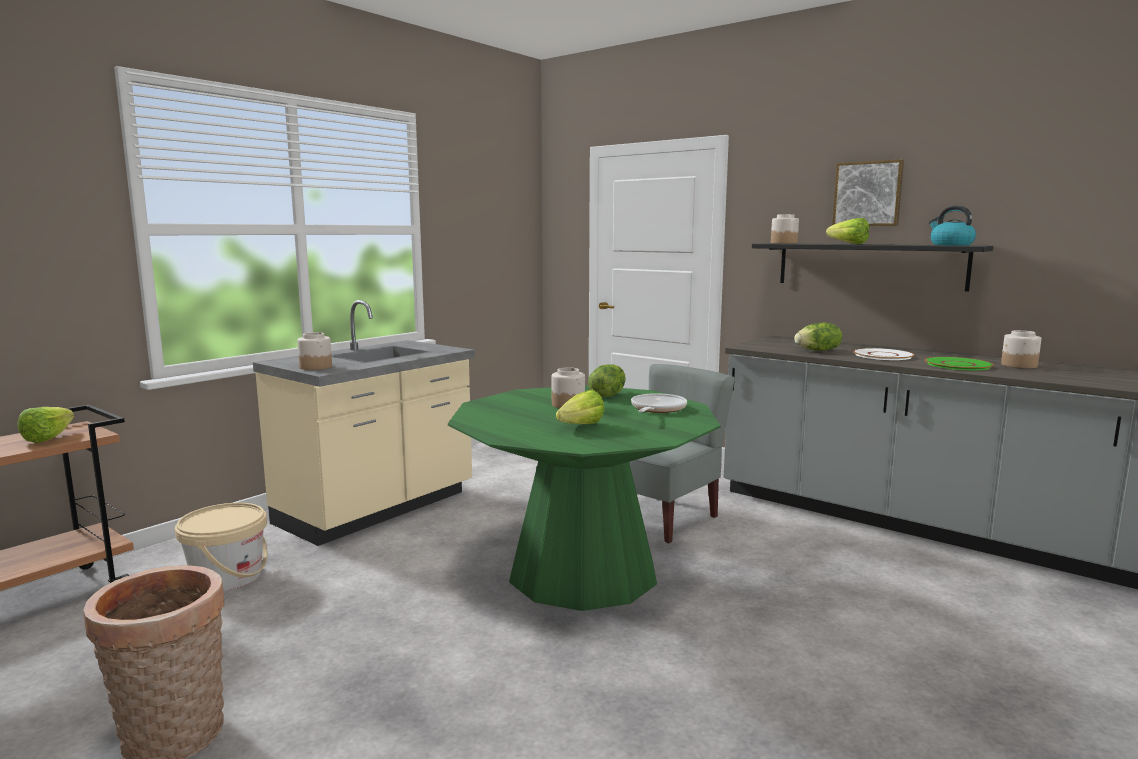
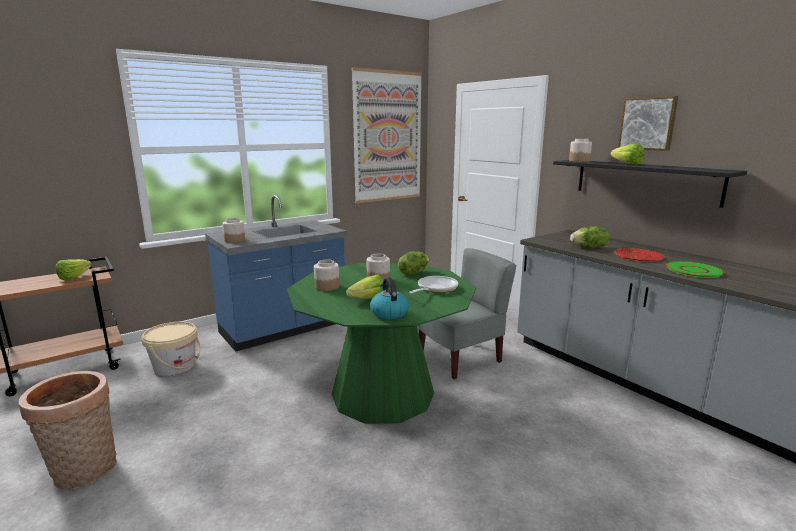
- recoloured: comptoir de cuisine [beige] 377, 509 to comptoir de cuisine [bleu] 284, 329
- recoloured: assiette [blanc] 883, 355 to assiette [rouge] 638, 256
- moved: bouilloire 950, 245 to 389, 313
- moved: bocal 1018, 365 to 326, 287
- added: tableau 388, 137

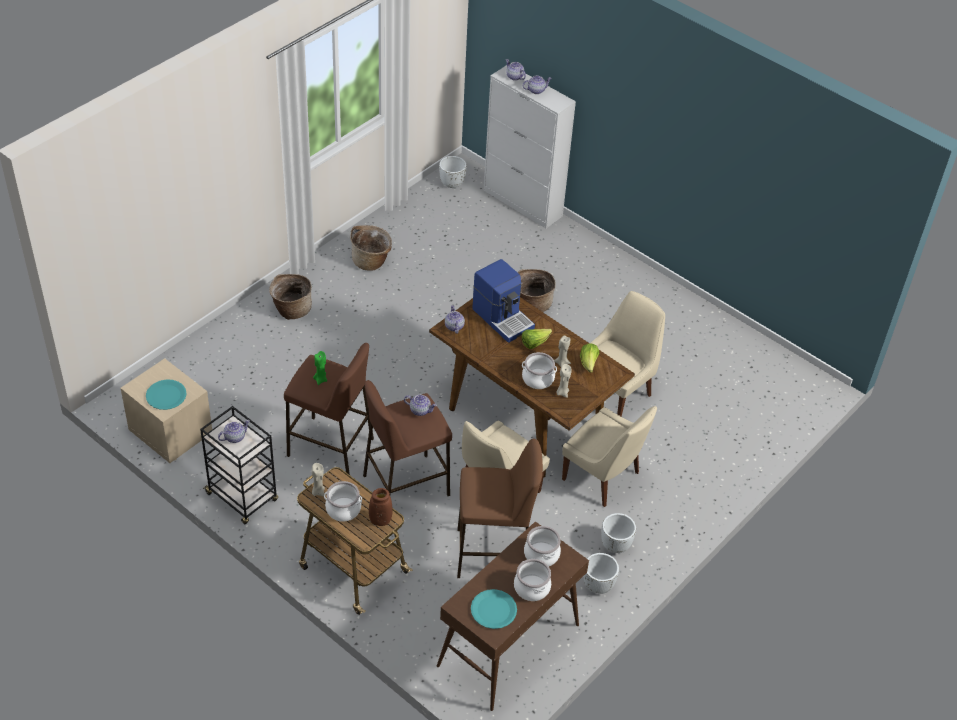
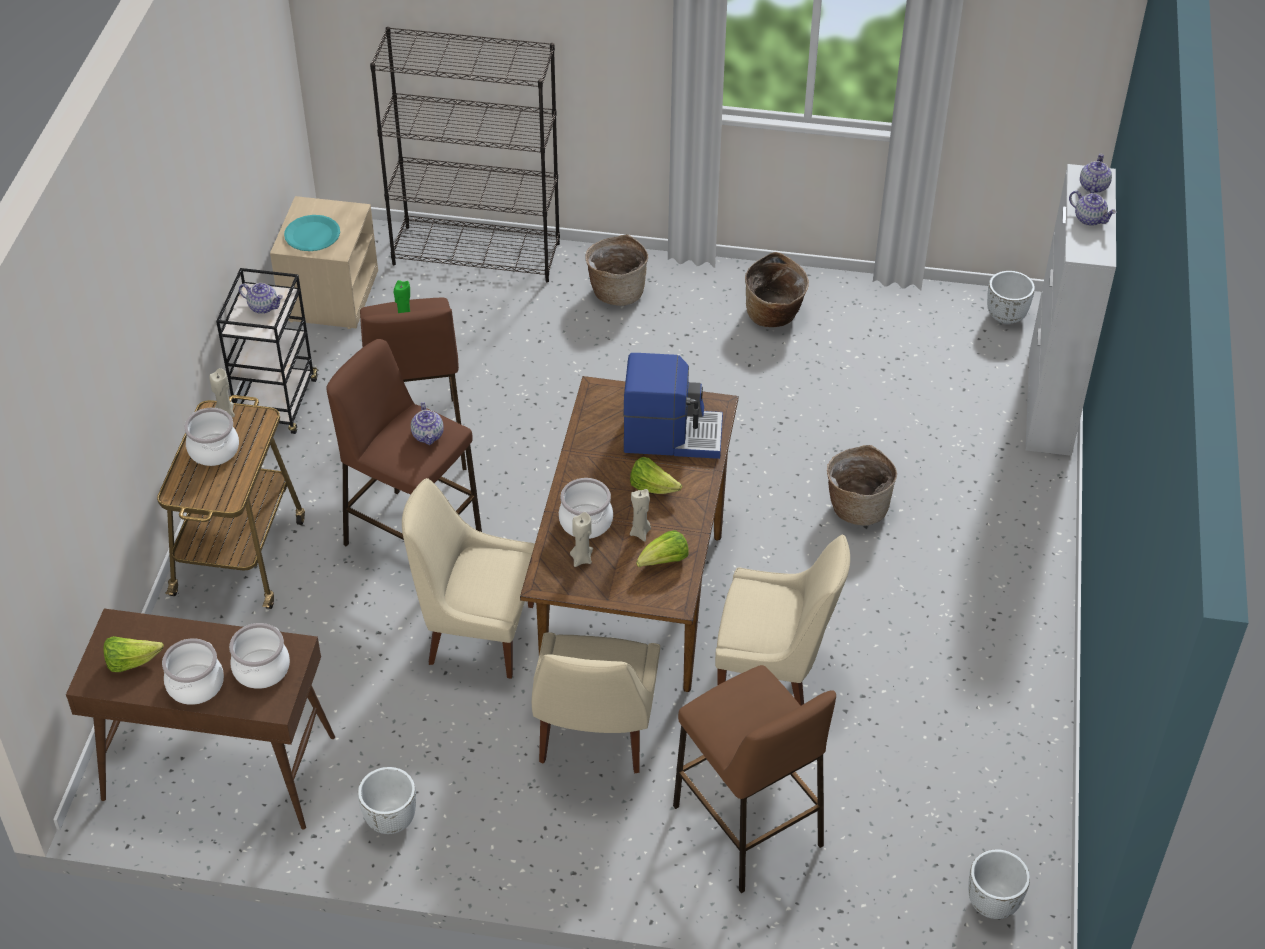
- removed: vase [marron] 380, 520
- removed: théière 454, 326
- moved: tabouret [marron] 494, 554 to 748, 826
- replaced: assiette [turquoise] 493, 610 to laitue 131, 662
- turned: machine à café 503, 318 = 672, 435 105 degrees counterclockwise
- moved: cache-pot [blanc] 616, 545 to 993, 904
- added: bibliothèque [noir] 477, 253

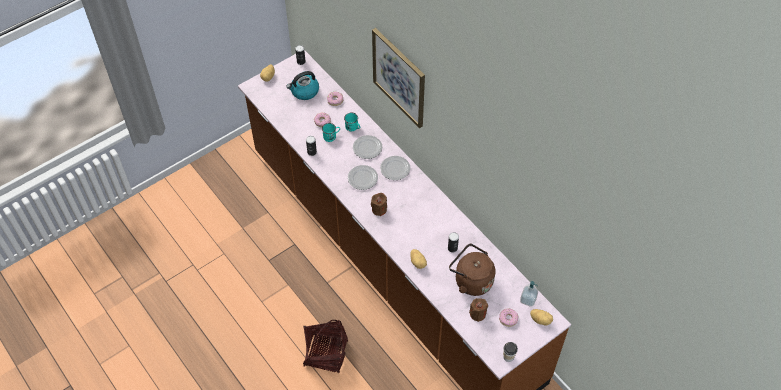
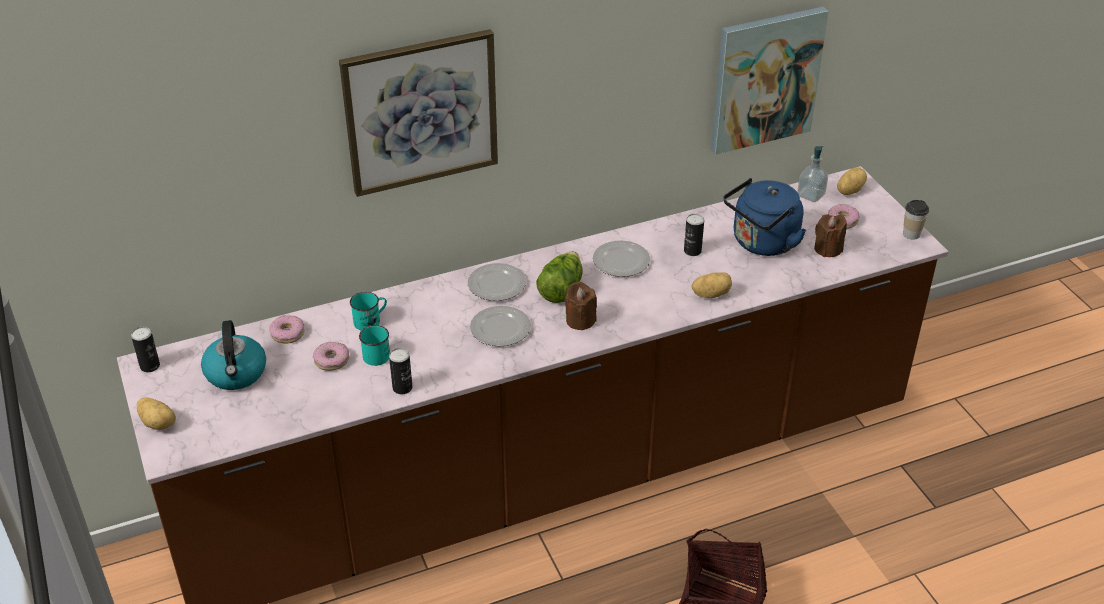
- moved: assiette 367, 148 to 621, 262
- recoloured: bouilloire [marron] 471, 280 to bouilloire [bleu] 762, 243
- added: laitue 561, 289
- added: tableau 765, 79

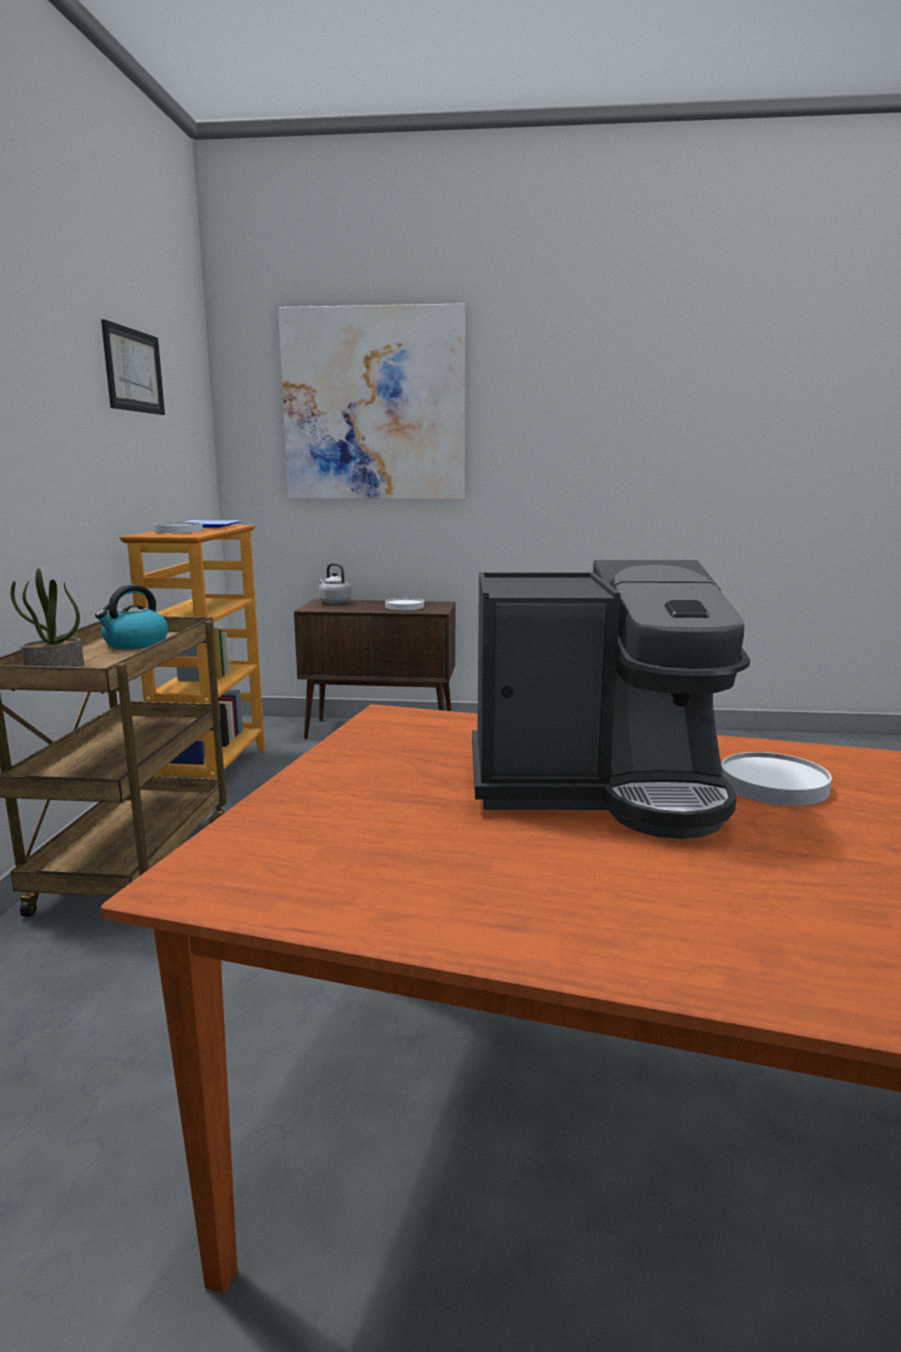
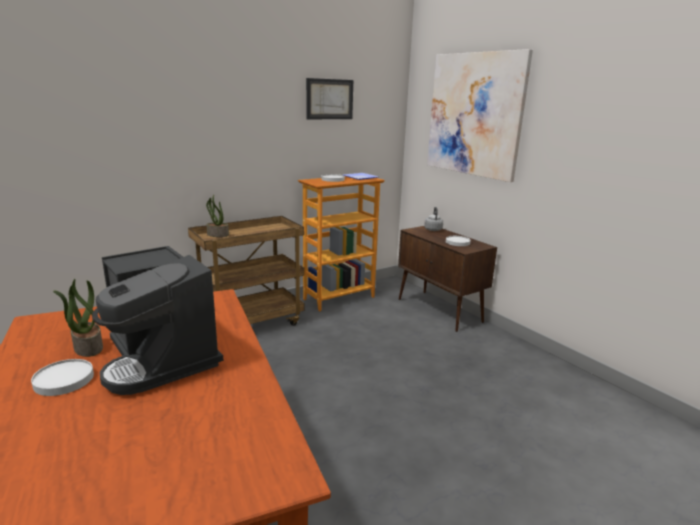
- removed: bouilloire 135, 644
- moved: assiette [blanc] 774, 785 to 63, 380
- added: plante en pot 87, 347

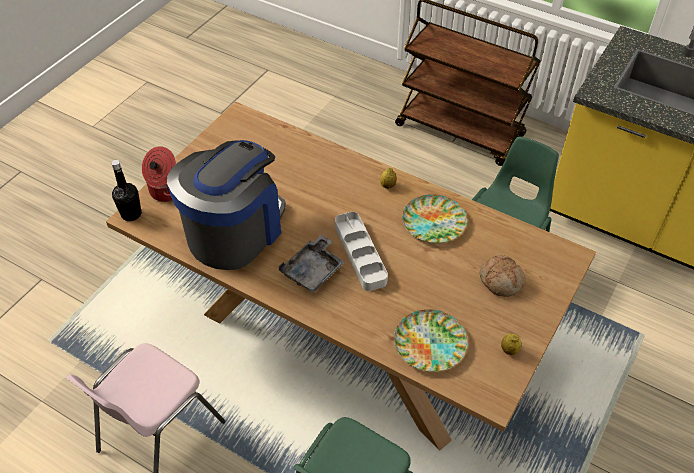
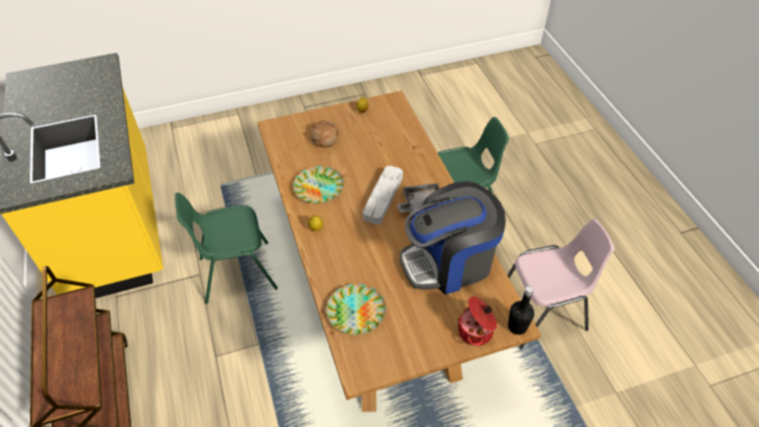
- moved: assiette 430, 343 to 355, 311

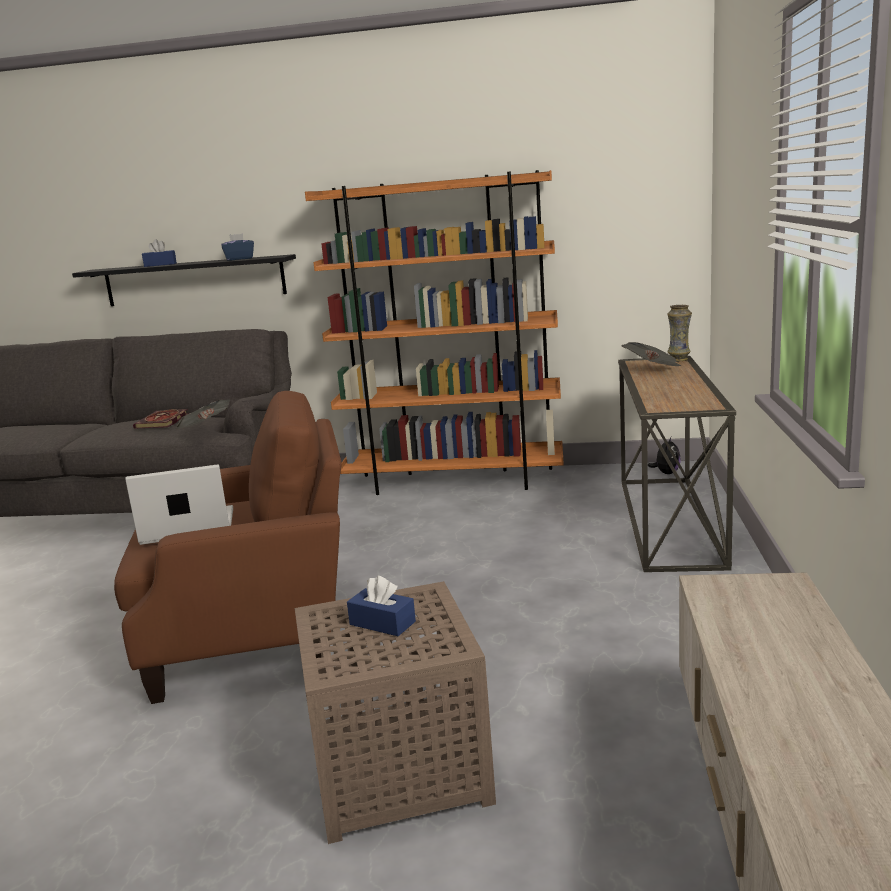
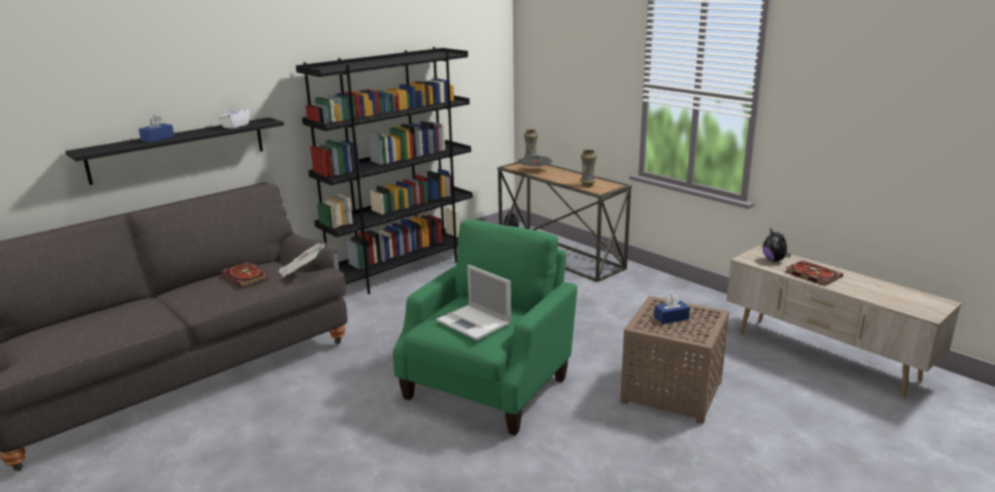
- recoloured: fauteuil [marron] 254, 636 to fauteuil [vert] 488, 386
- turned: ordinateur portable 186, 527 = 474, 322 75 degrees counterclockwise
- recoloured: boîte à mouchoirs [bleu] 239, 259 to boîte à mouchoirs [blanc] 235, 126
- recoloured: bibliothèque [orange] 455, 481 to bibliothèque [noir] 402, 271
- added: vase 588, 186
- added: peluche 774, 260
- added: livre 811, 274

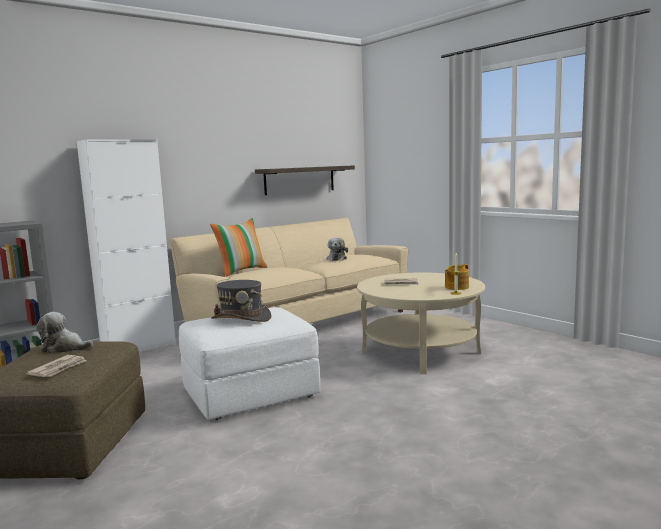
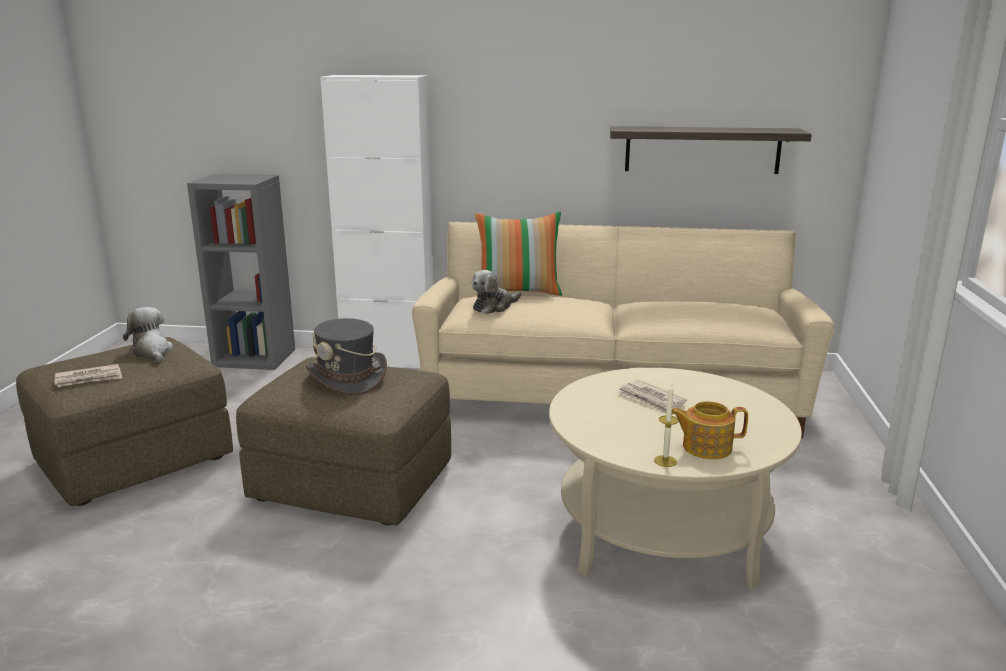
- recoloured: pouf [blanc] 251, 393 to pouf [marron] 353, 482
- moved: peluche 337, 258 to 494, 307

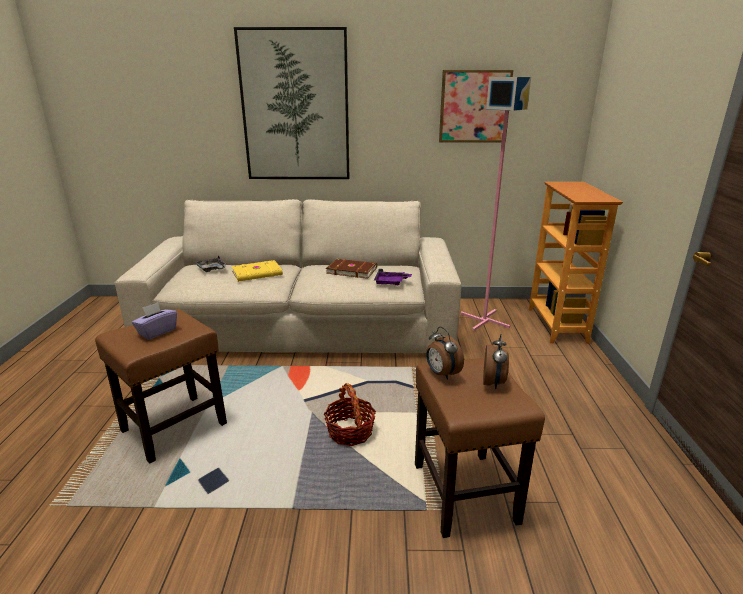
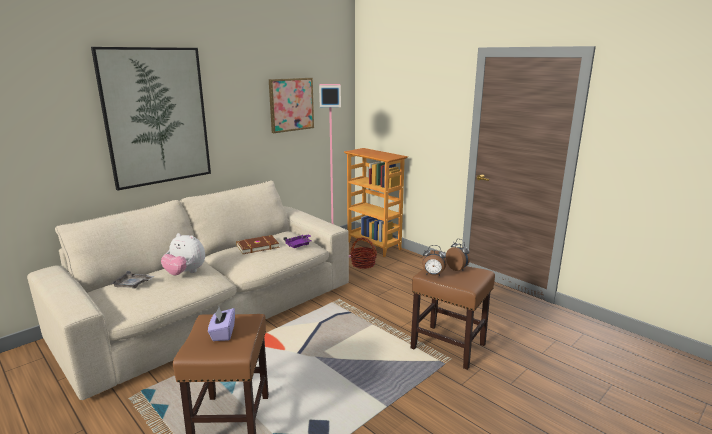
- replaced: livre [jaune] 257, 273 to peluche 185, 273
- moved: panier 350, 432 to 363, 264

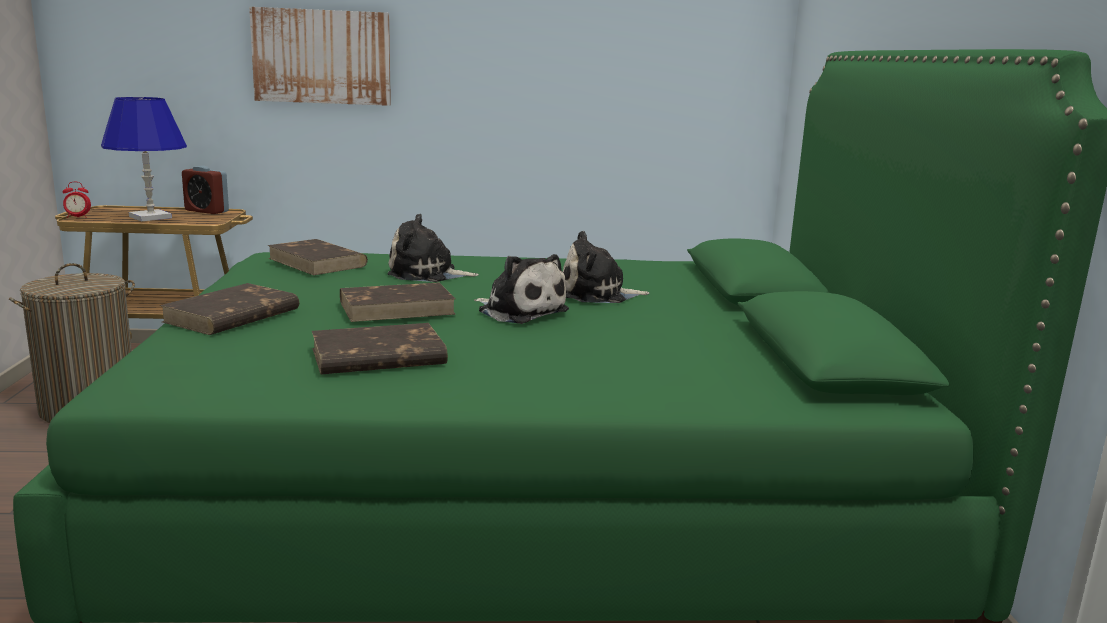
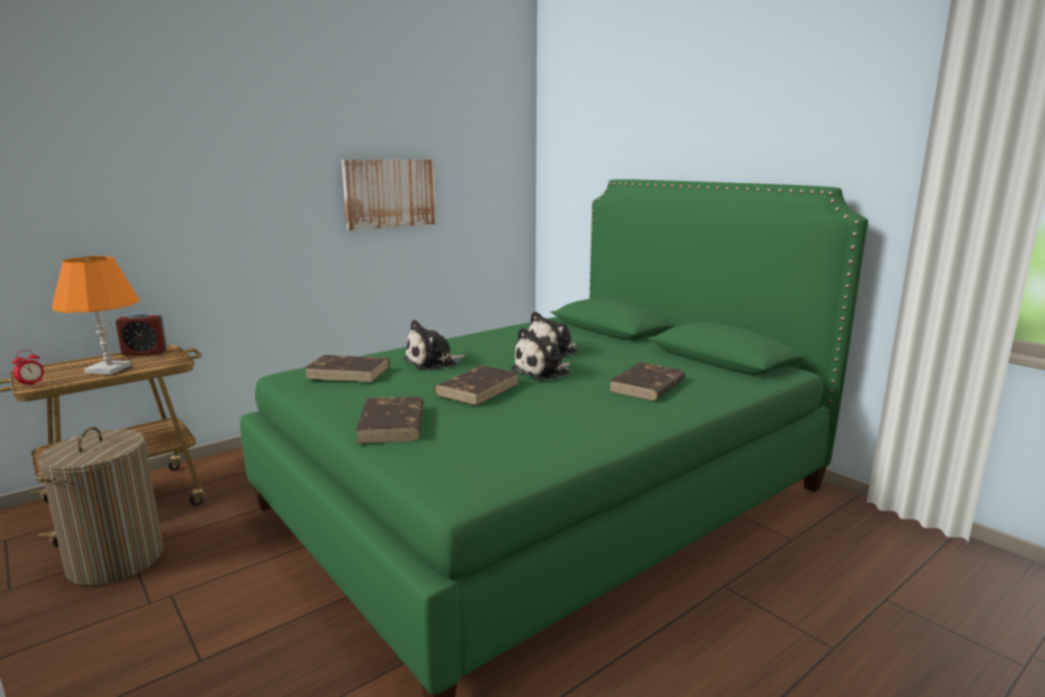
- recoloured: lampe de table [bleu] 150, 217 to lampe de table [orange] 109, 369
- moved: tableau 322, 57 to 390, 193
- moved: livre [marron] 377, 357 to 647, 386
- turned: peluche 520, 311 = 543, 372 135 degrees clockwise

